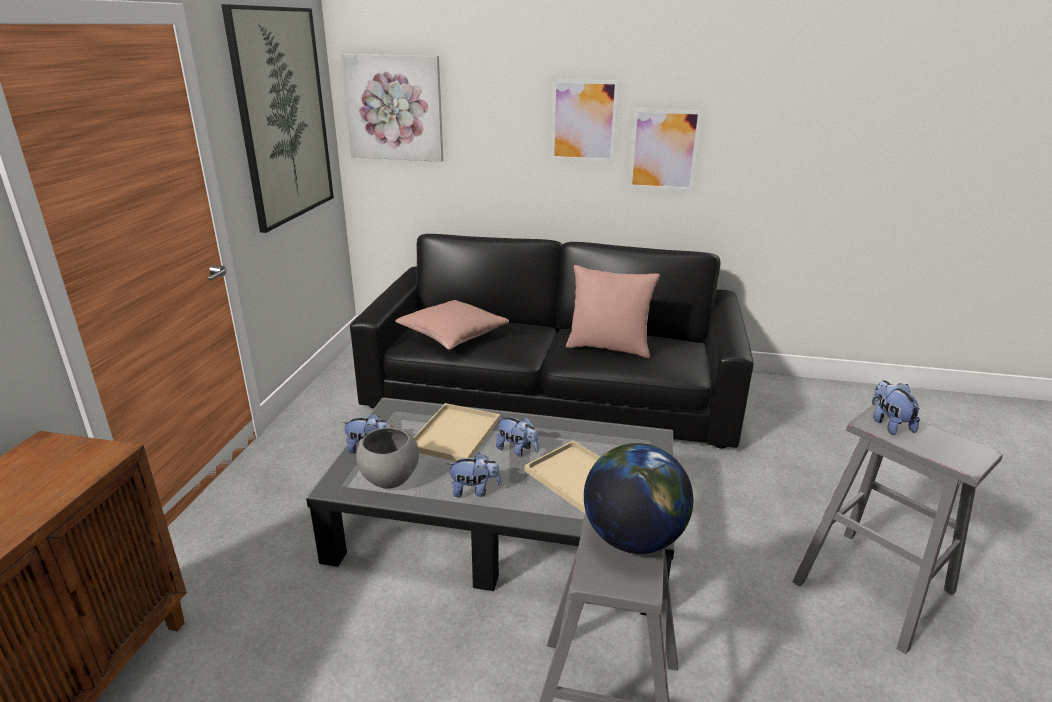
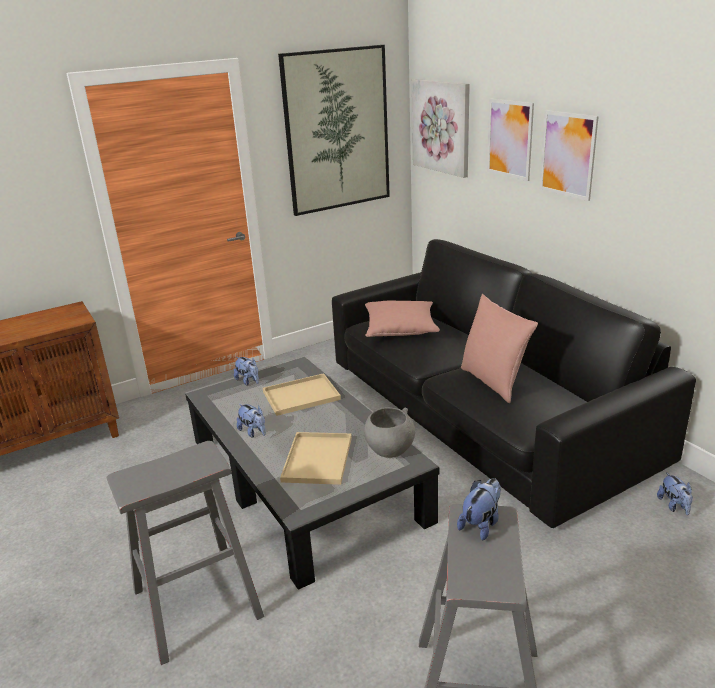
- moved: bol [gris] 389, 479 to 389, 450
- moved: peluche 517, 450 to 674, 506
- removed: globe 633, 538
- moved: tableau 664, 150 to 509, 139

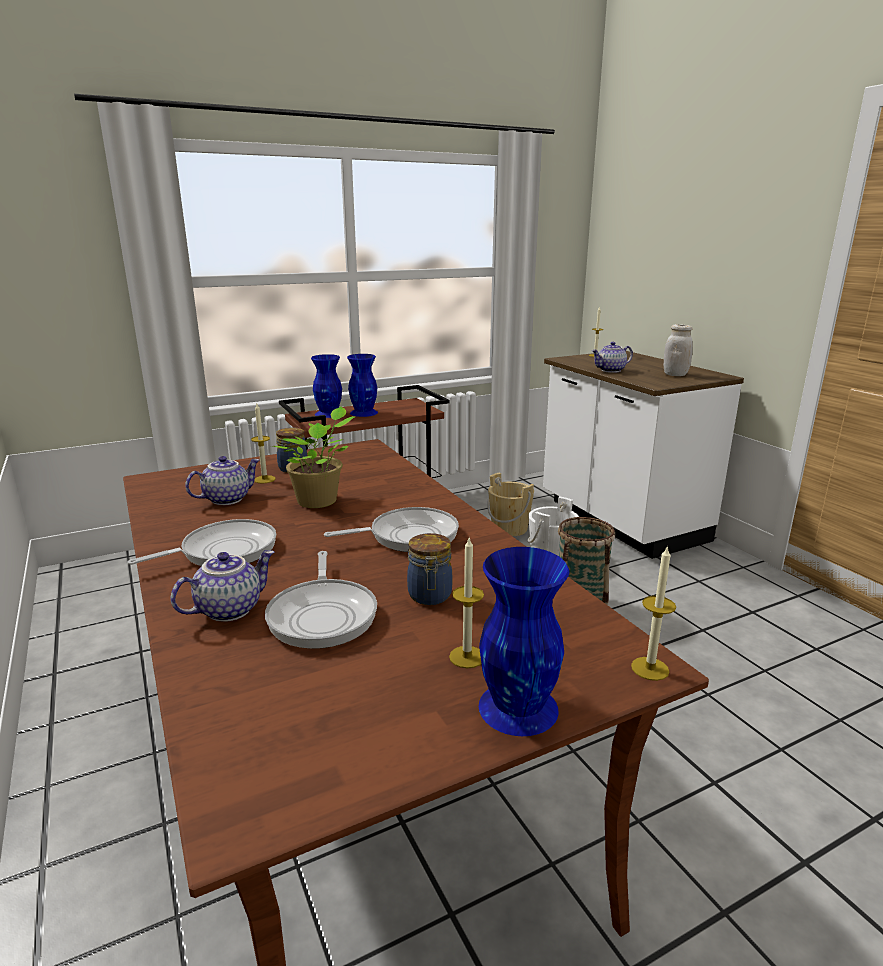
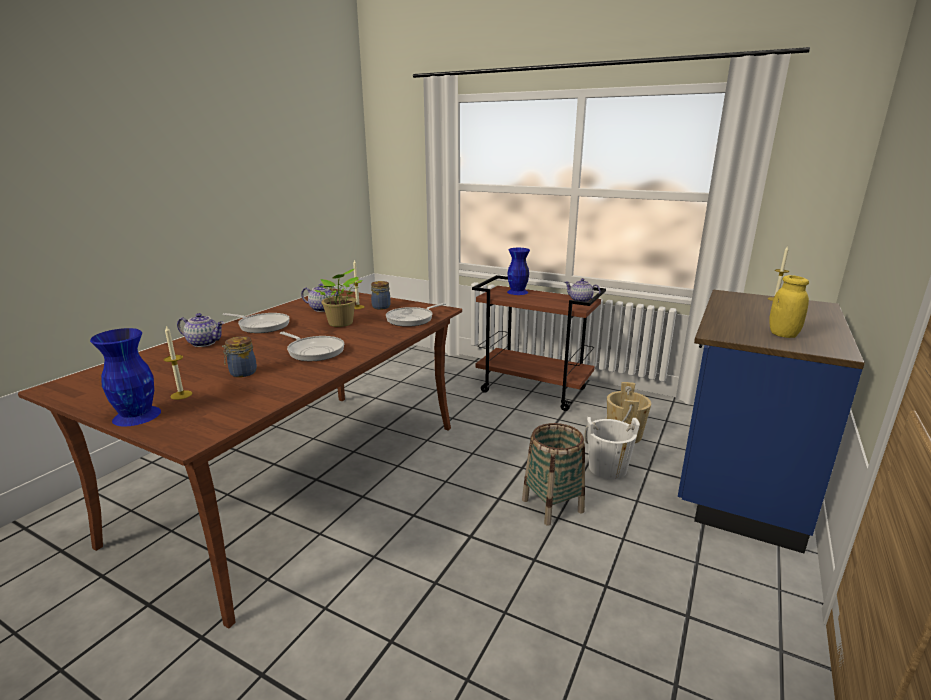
- moved: poêle 323, 615 to 412, 319
- removed: vase [bleu] 364, 413
- recoloured: comptoir de cuisine [blanc] 620, 521 to comptoir de cuisine [bleu] 737, 483
- moved: théière 610, 370 to 580, 300
- removed: bougie 650, 668
- recoloured: bocal [blanc] 675, 374 to bocal [jaune] 783, 334

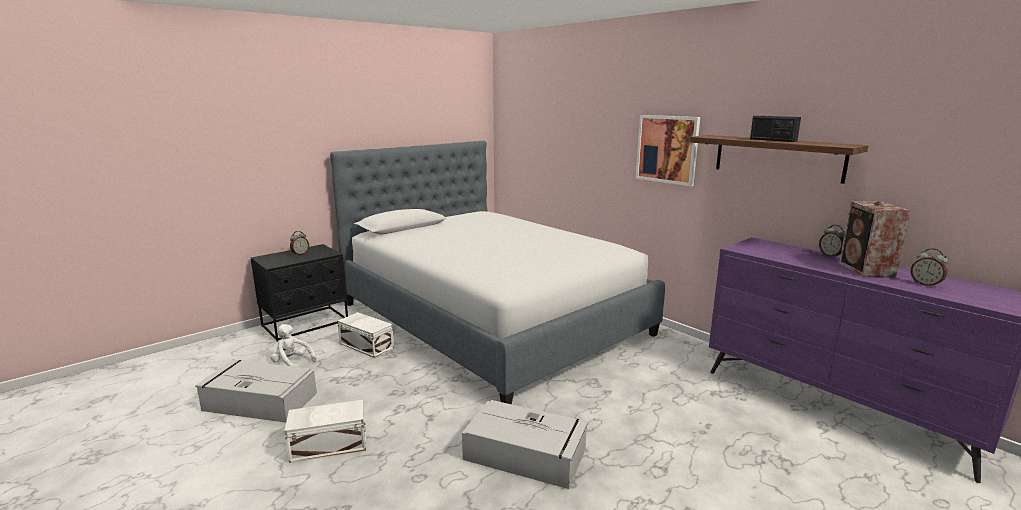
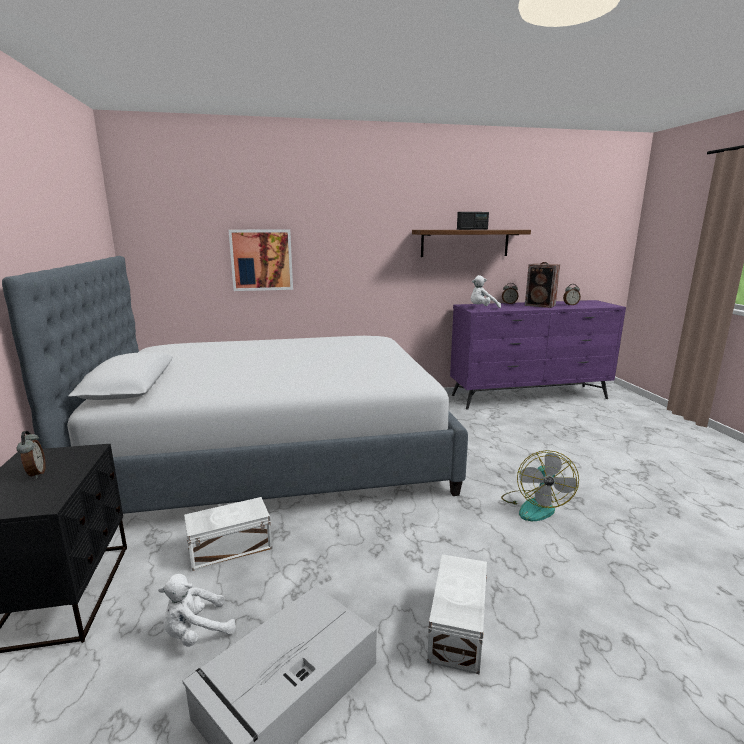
- replaced: boîte de rangement [gris] 526, 455 to ventilateur 535, 506
- moved: tableau 667, 149 to 261, 260
- added: peluche [blanc] 482, 308

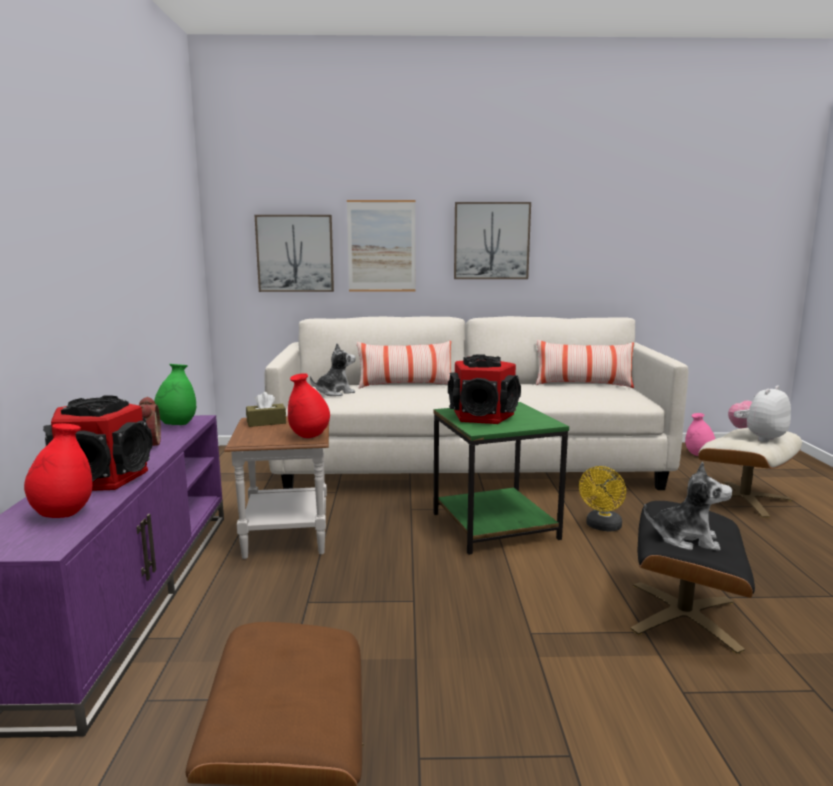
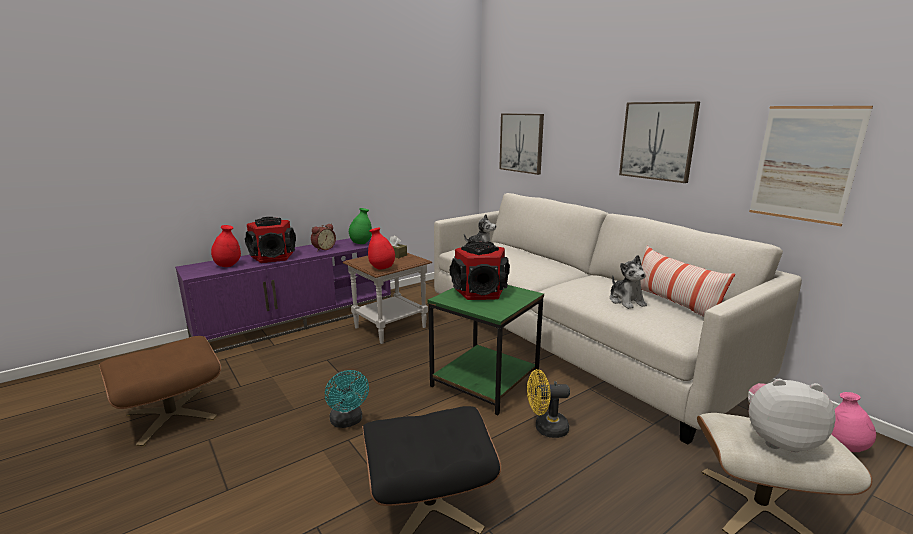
- moved: tableau 381, 246 to 805, 164
- removed: coussin 405, 385
- moved: peluche 686, 539 to 626, 301
- added: ventilateur [turquoise] 348, 422

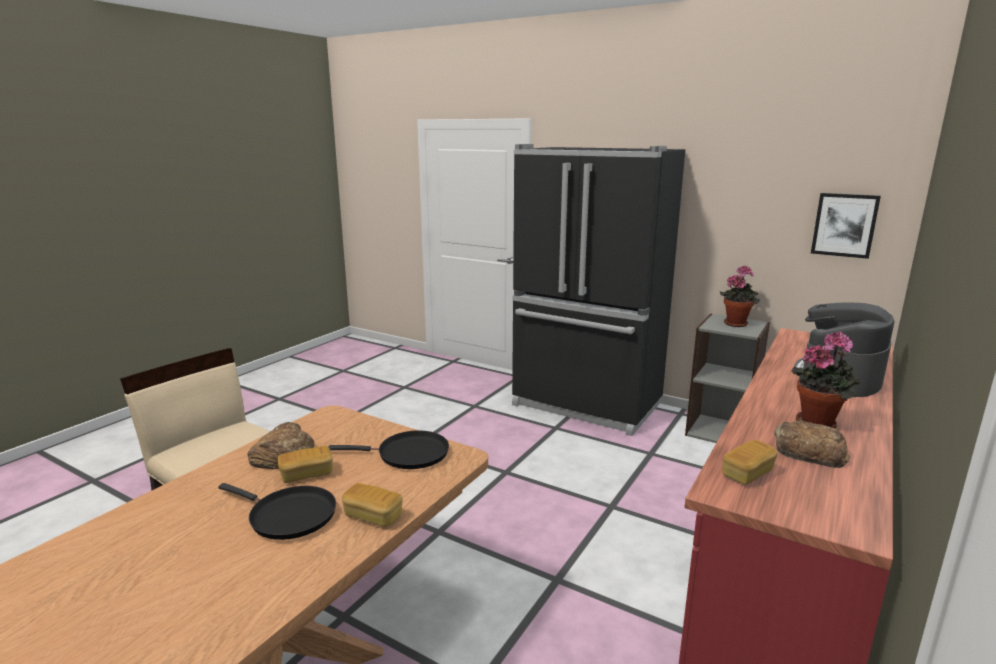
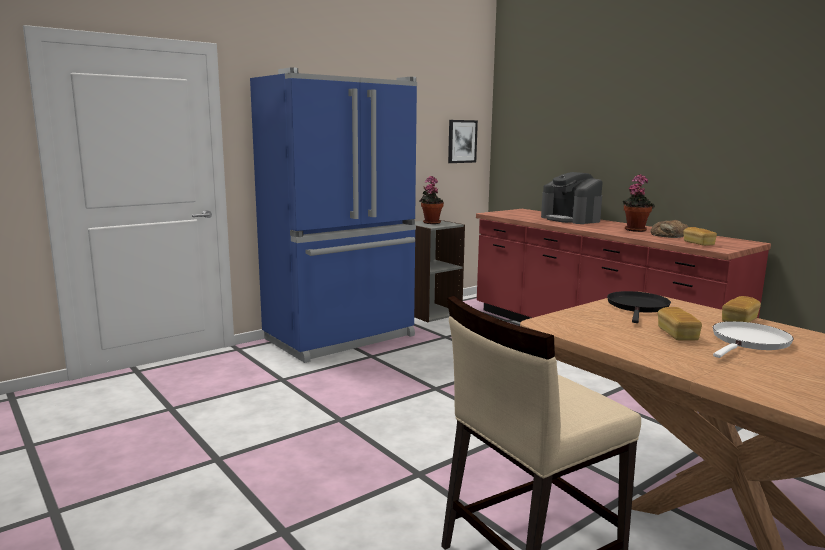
- recoloured: poêle [noir] 288, 516 to poêle [blanc] 749, 342
- removed: pain 282, 453
- recoloured: réfrigérateur [noir] 586, 406 to réfrigérateur [bleu] 342, 338

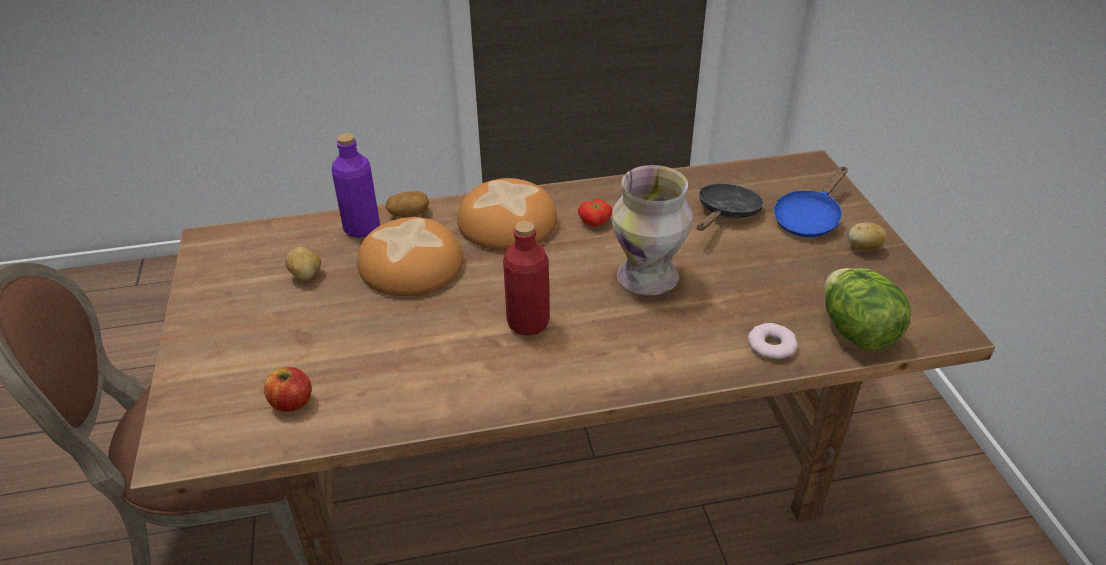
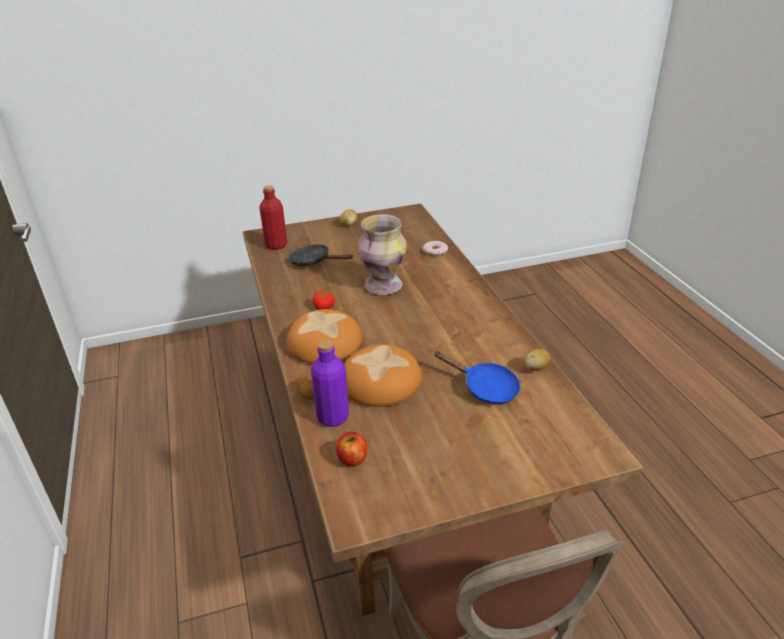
- moved: pomme 292, 402 to 352, 459
- moved: pomme de terre 306, 275 to 534, 368
- moved: bouteille [rouge] 528, 323 to 276, 245
- moved: poêle [bleu] 808, 218 to 485, 388
- removed: laitue 856, 332

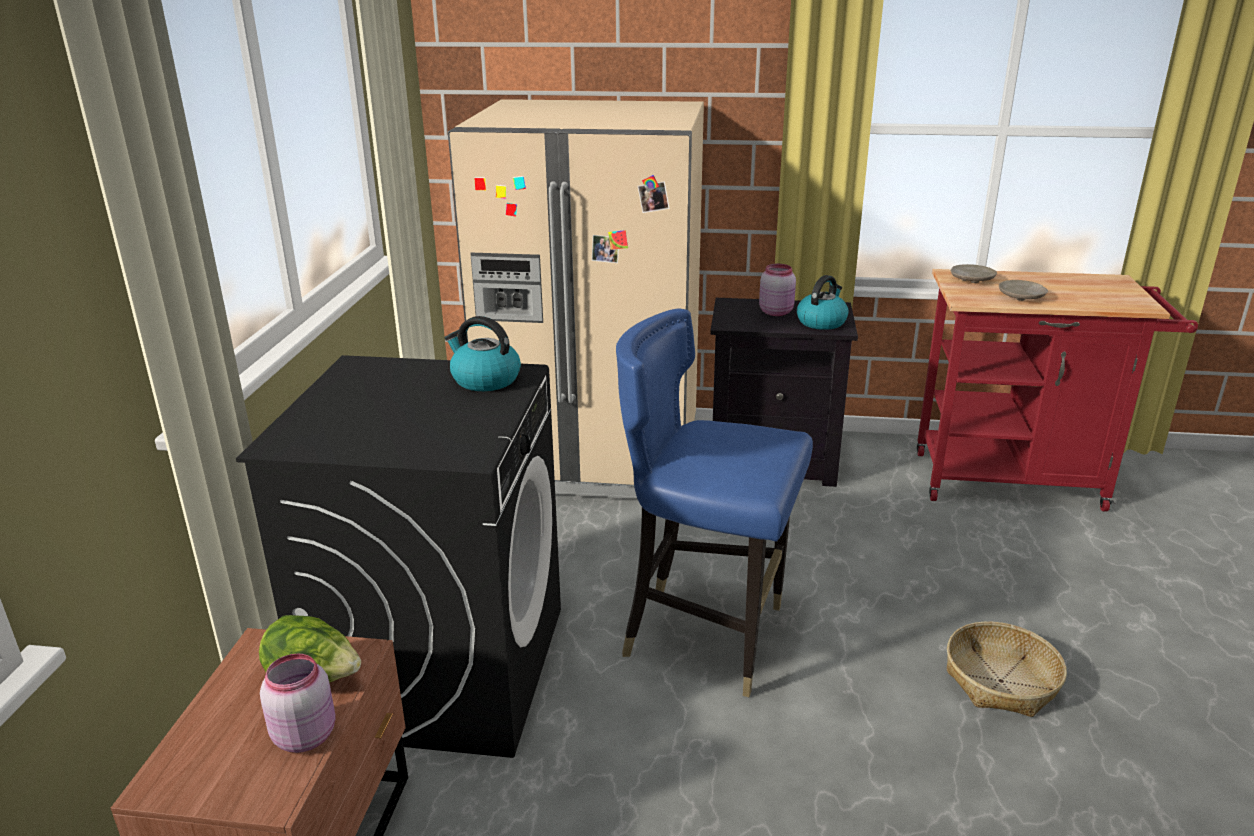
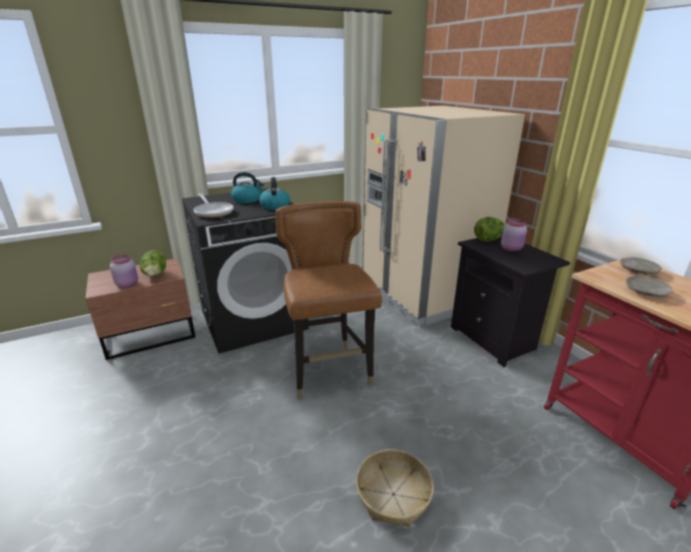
- recoloured: chaise [bleu] 707, 636 to chaise [marron] 329, 371
- moved: bouilloire 821, 322 to 247, 200
- added: poêle 213, 212
- added: laitue 489, 240

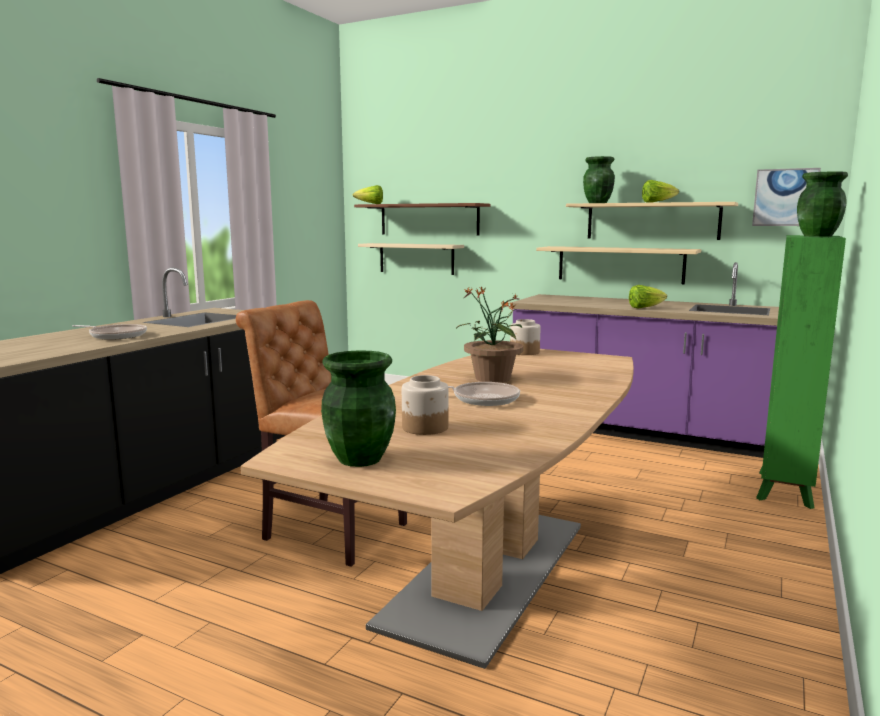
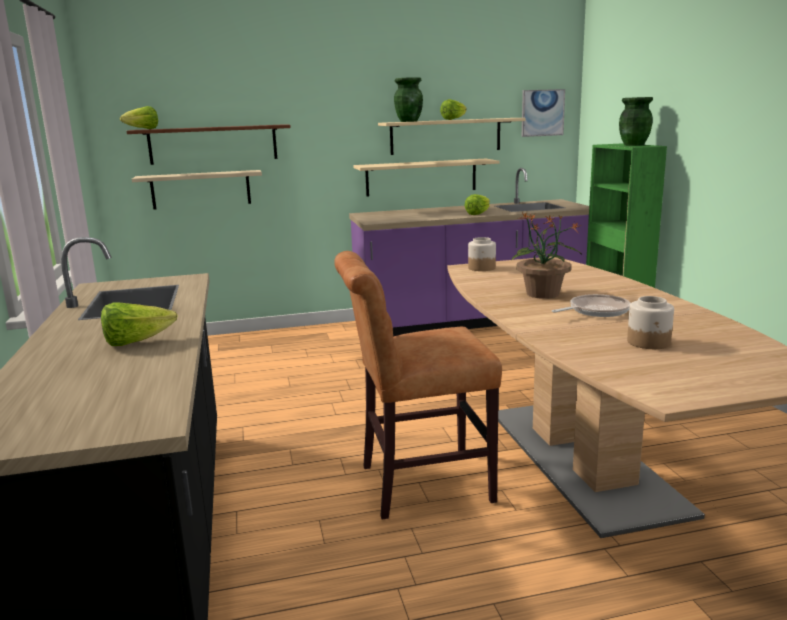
- replaced: poêle 116, 336 to laitue 136, 342
- removed: vase [vert] 360, 458

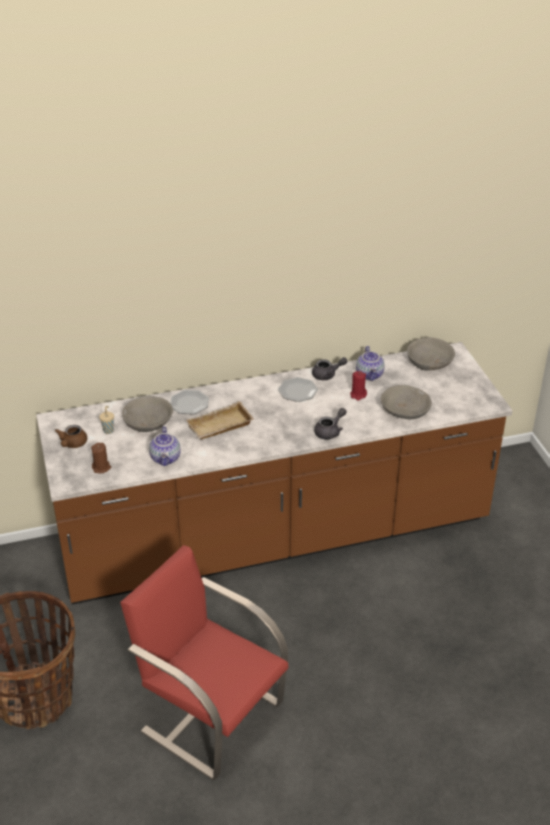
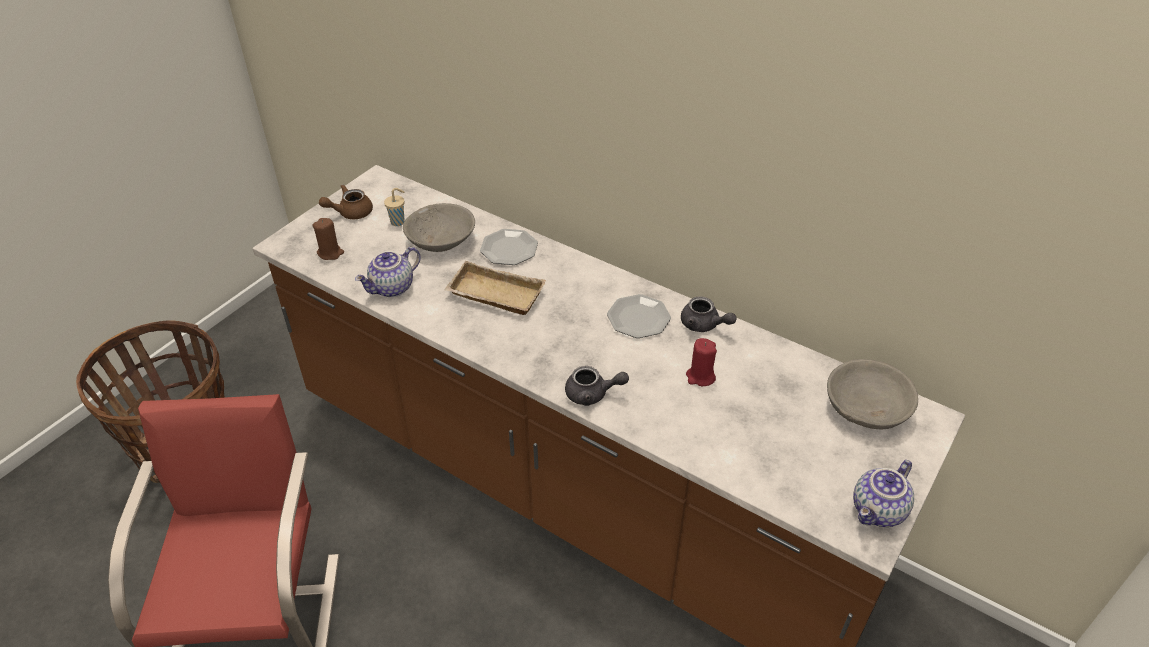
- moved: théière 370, 375 to 879, 511
- removed: bol [gris] 404, 411

